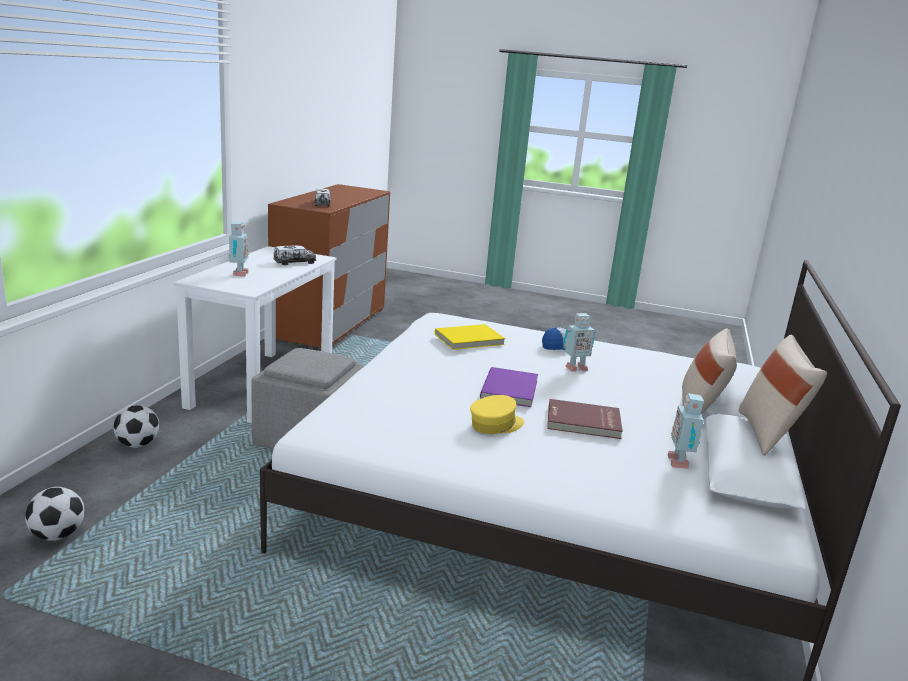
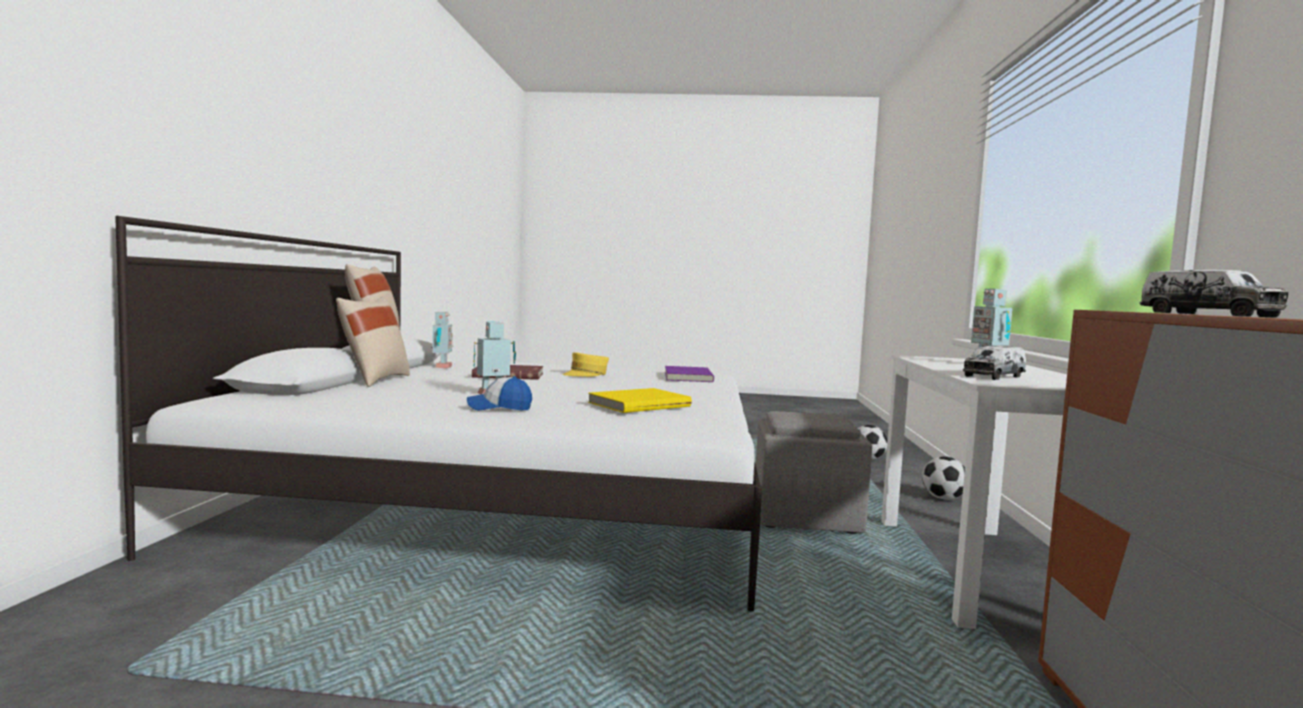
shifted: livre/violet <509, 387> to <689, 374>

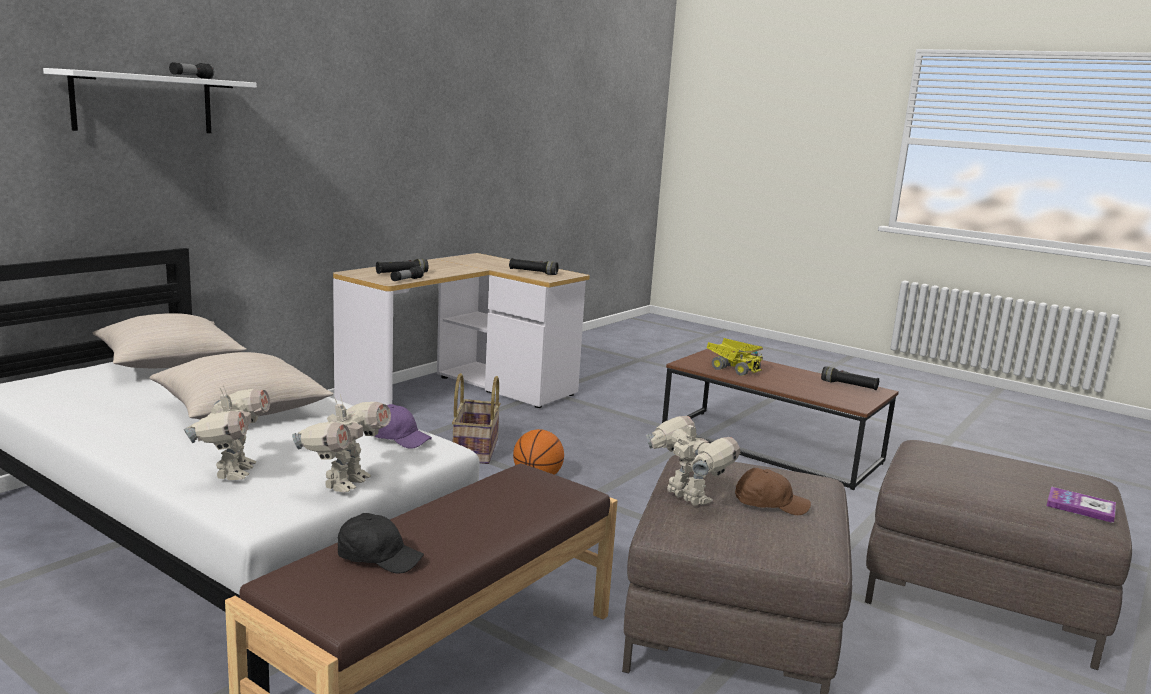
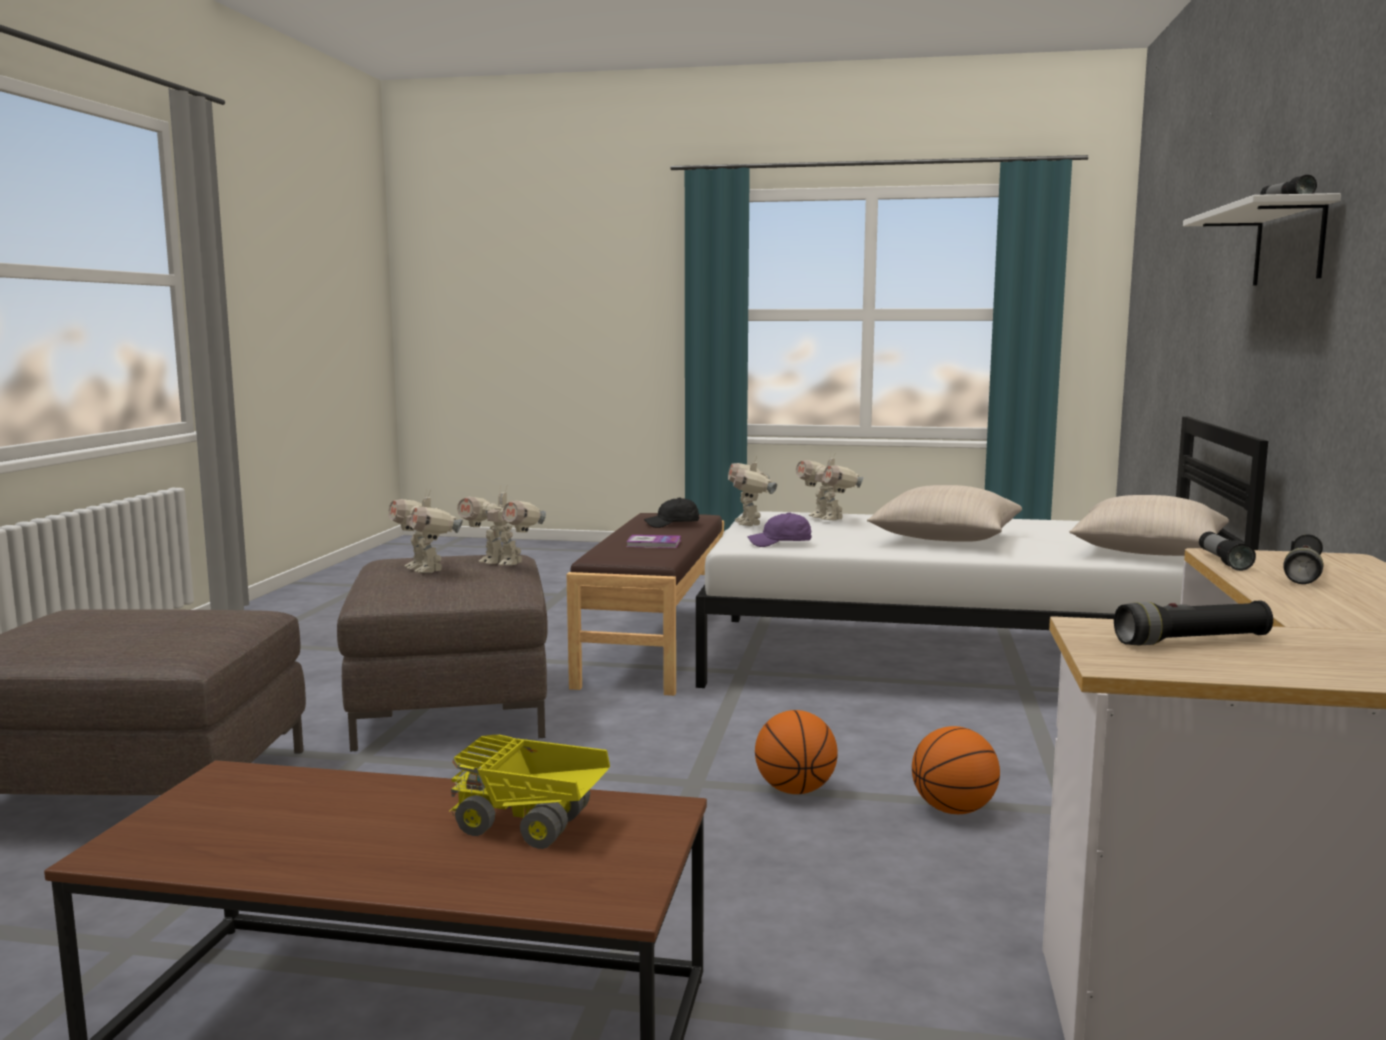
gone: lampe de poche/noir <850, 378>
shifted: livre <1081, 505> to <653, 541>
swapped: panier <476, 418> to ballon de basket <956, 770>; casquette/marron <773, 491> to robot jouet <425, 531>

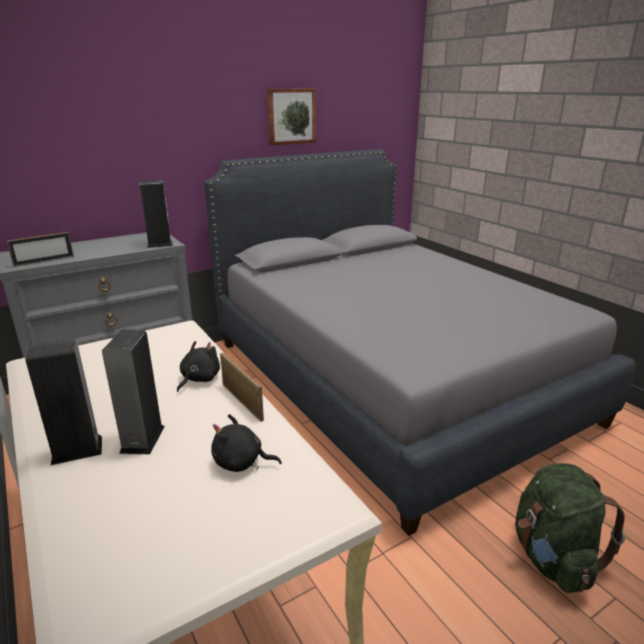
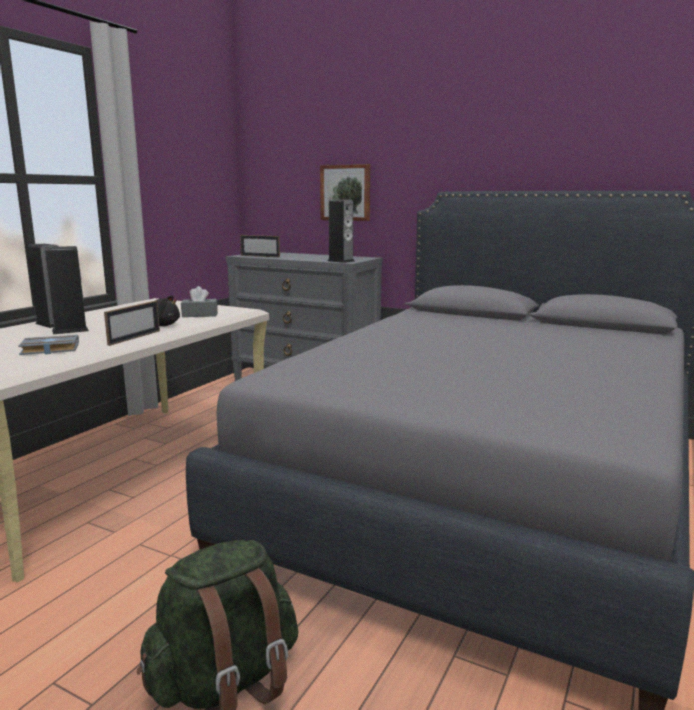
new: boîte à mouchoirs/gris <199, 301>
shifted: tableau <291, 117> to <345, 192>
swapped: peluche/noir <246, 443> to livre/gris <48, 345>

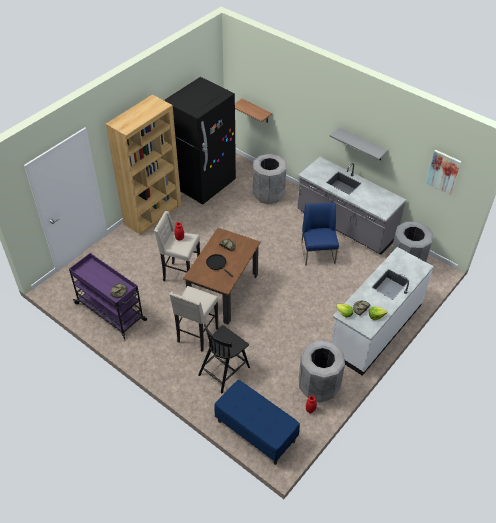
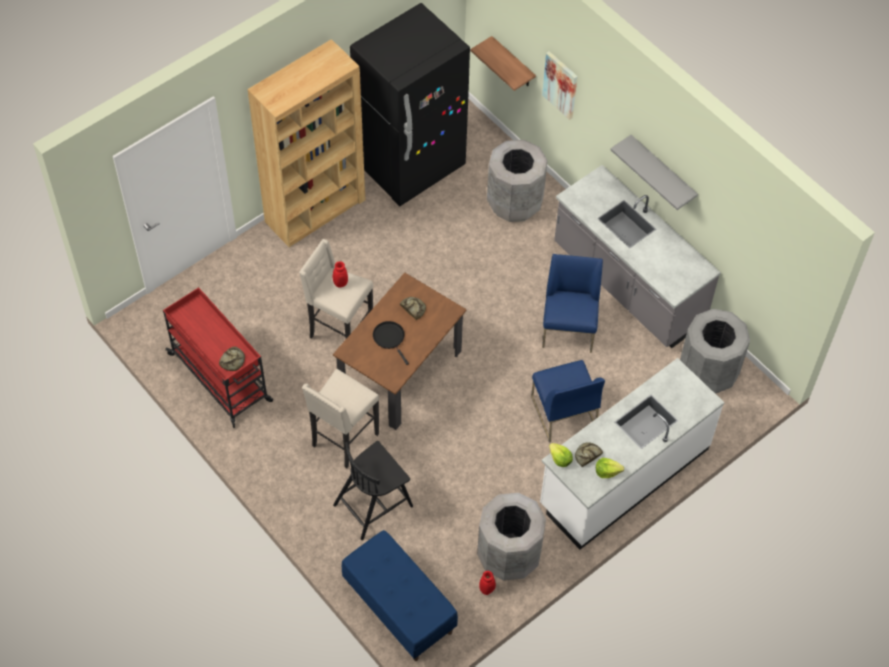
new: chaise/bleu <568, 401>
shifted: tableau <443, 172> to <560, 85>
repainted: chariot/violet <108, 296> to chariot/rouge <218, 357>

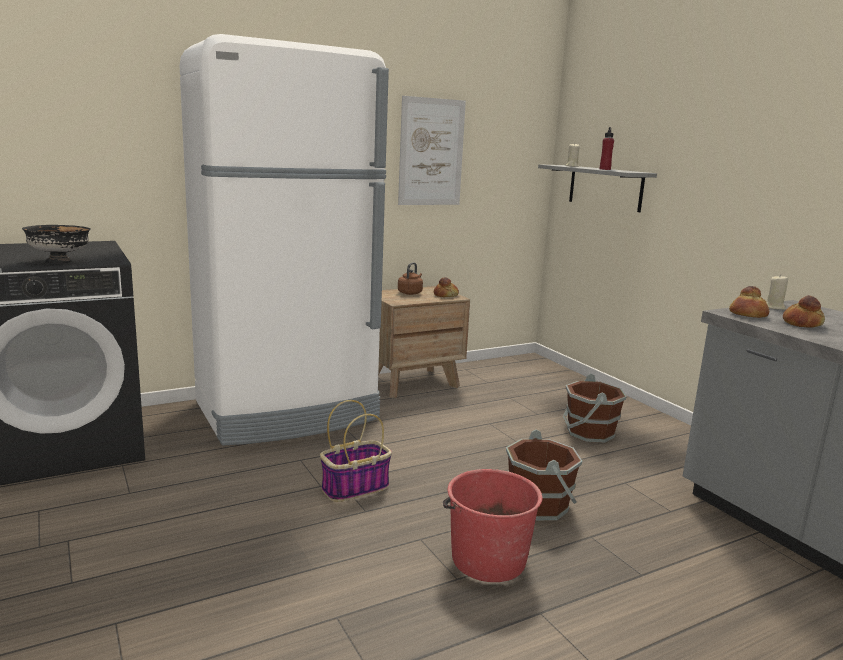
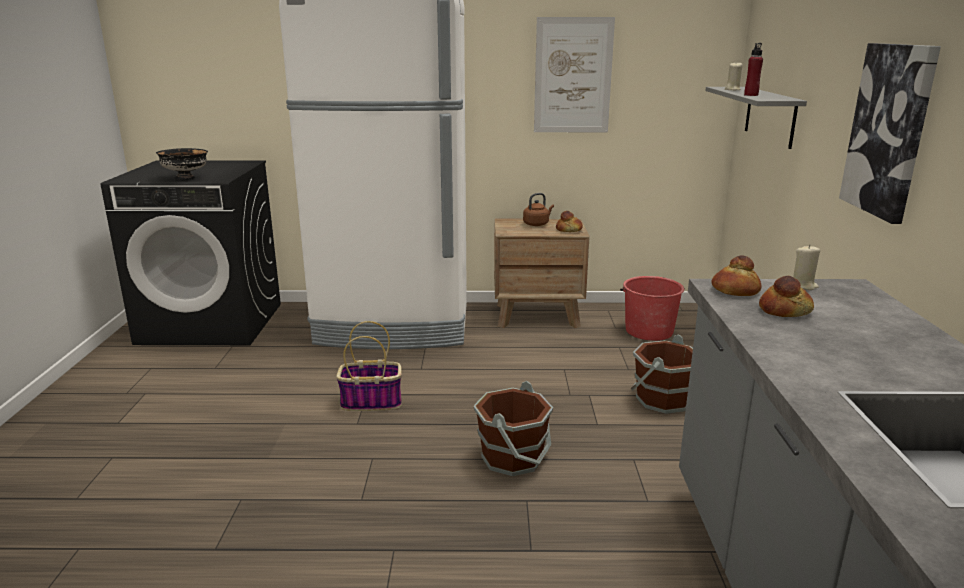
new: tableau <890, 133>
shifted: seau/rouge <492, 525> to <652, 308>

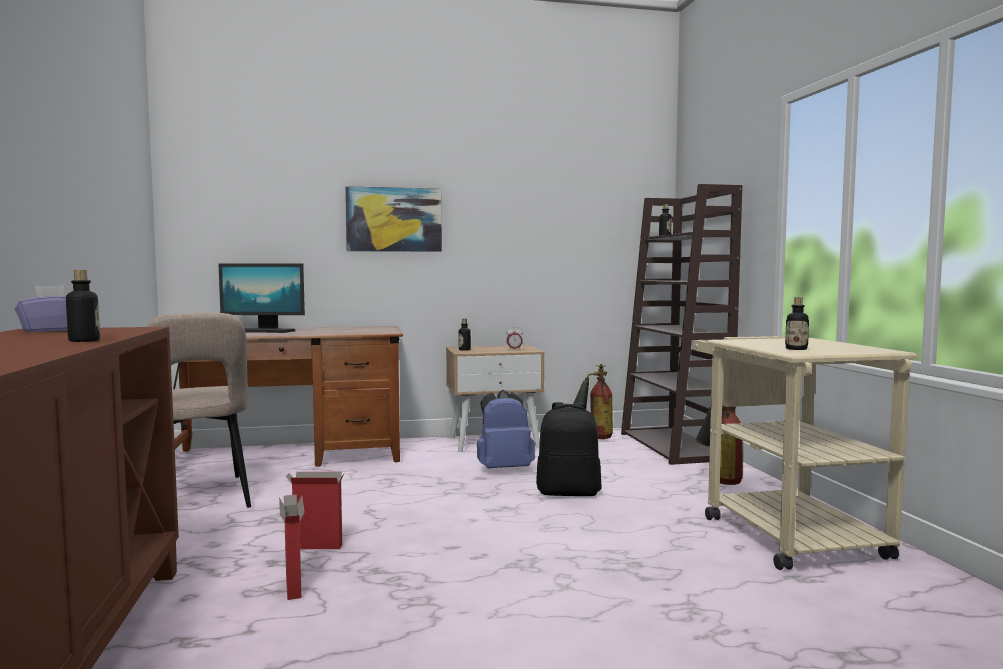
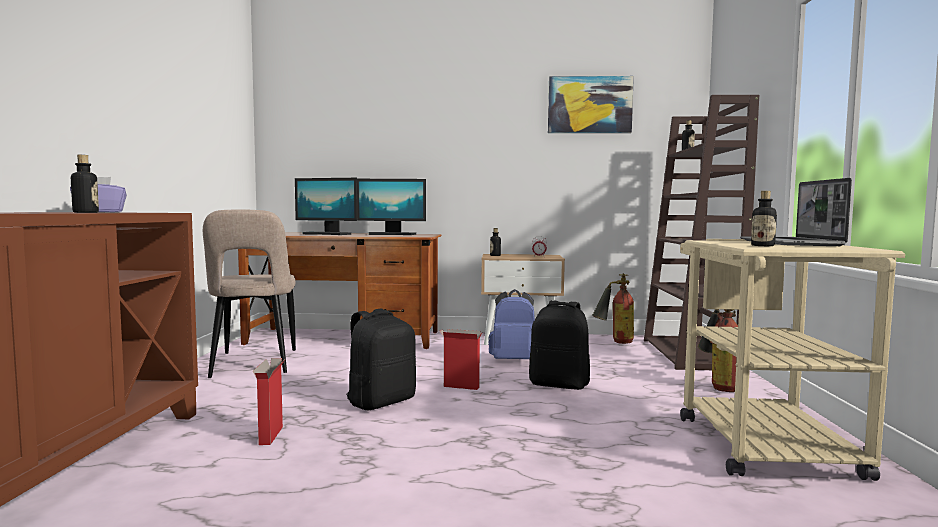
new: sac à dos/noir <381, 359>; écran d'ordinateur <391, 207>; ordinateur portable <796, 212>
shifted: carton <315, 510> to <461, 359>; tableau <393, 219> to <591, 104>

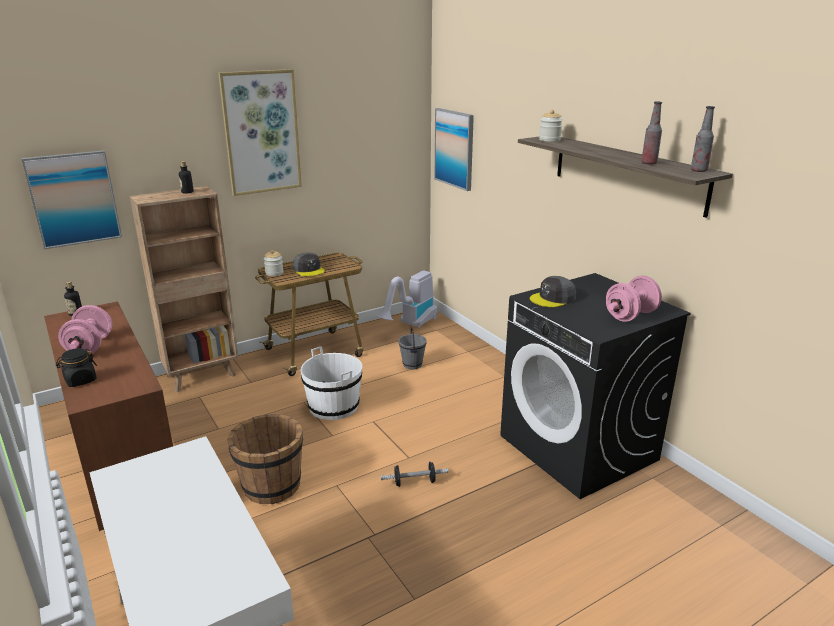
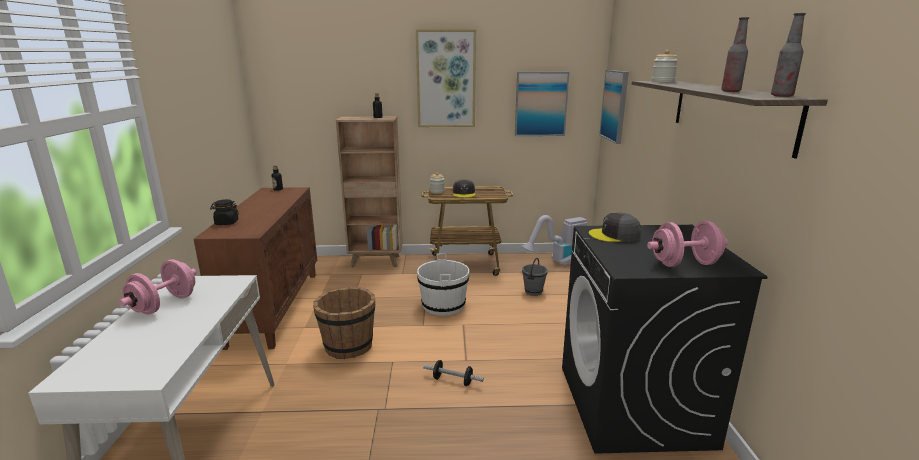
shifted: tableau <71, 199> to <542, 104>; haltère/rose <85, 329> to <157, 287>

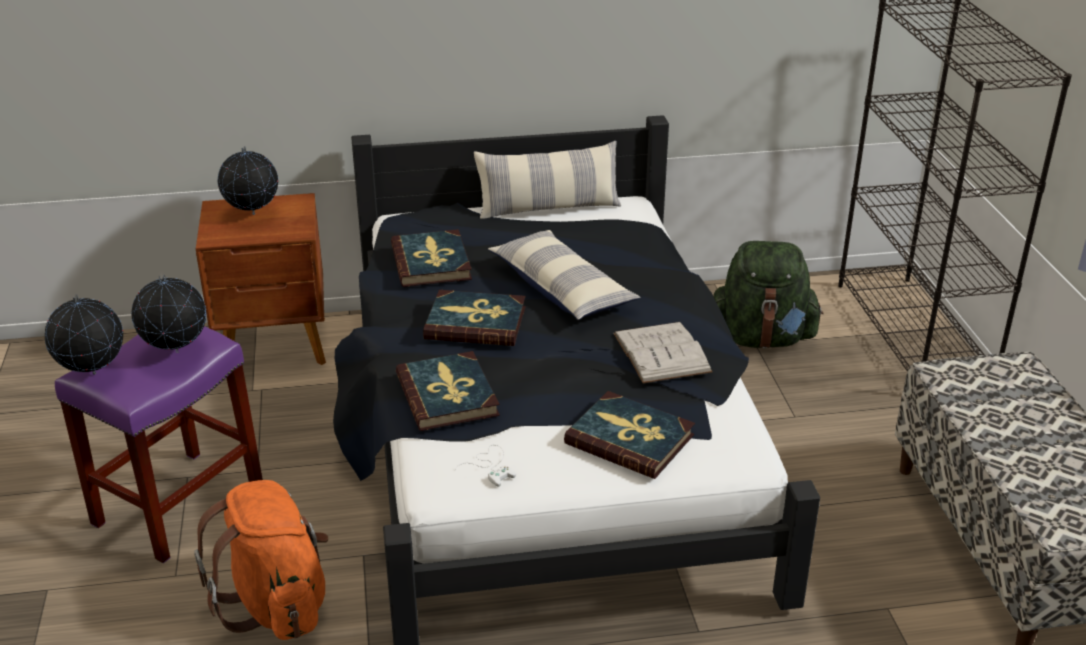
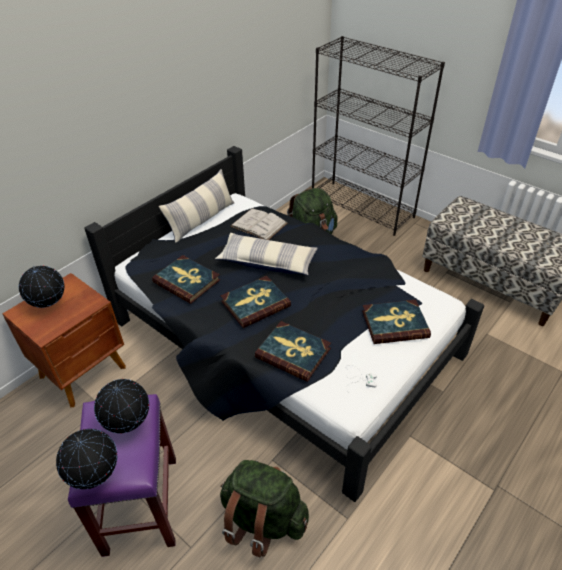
shifted: livre/blanc <663, 352> to <259, 224>
repainted: sac à dos/orange <261, 560> to sac à dos/vert <264, 508>

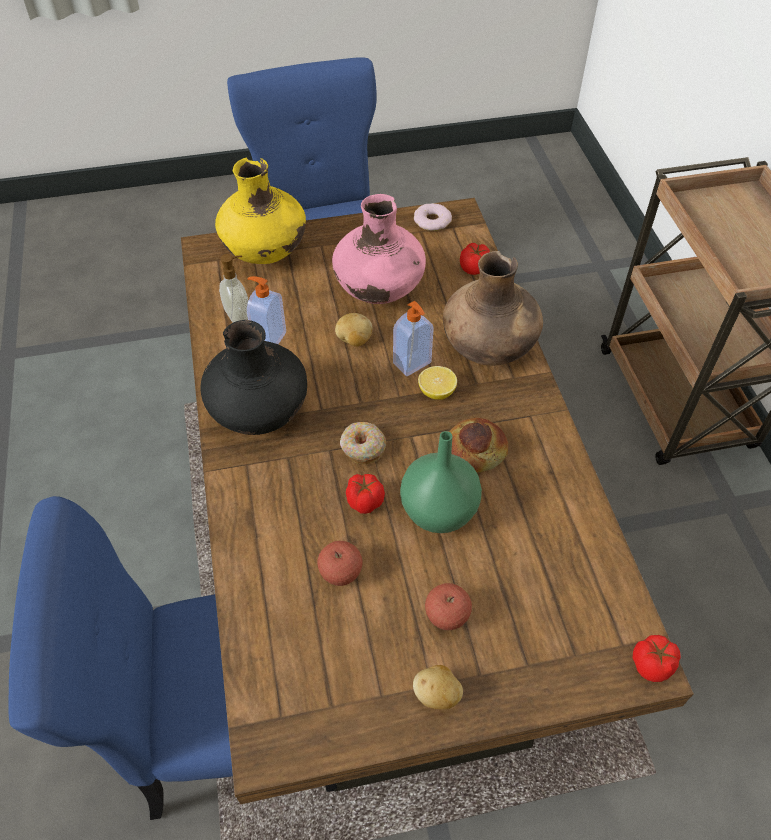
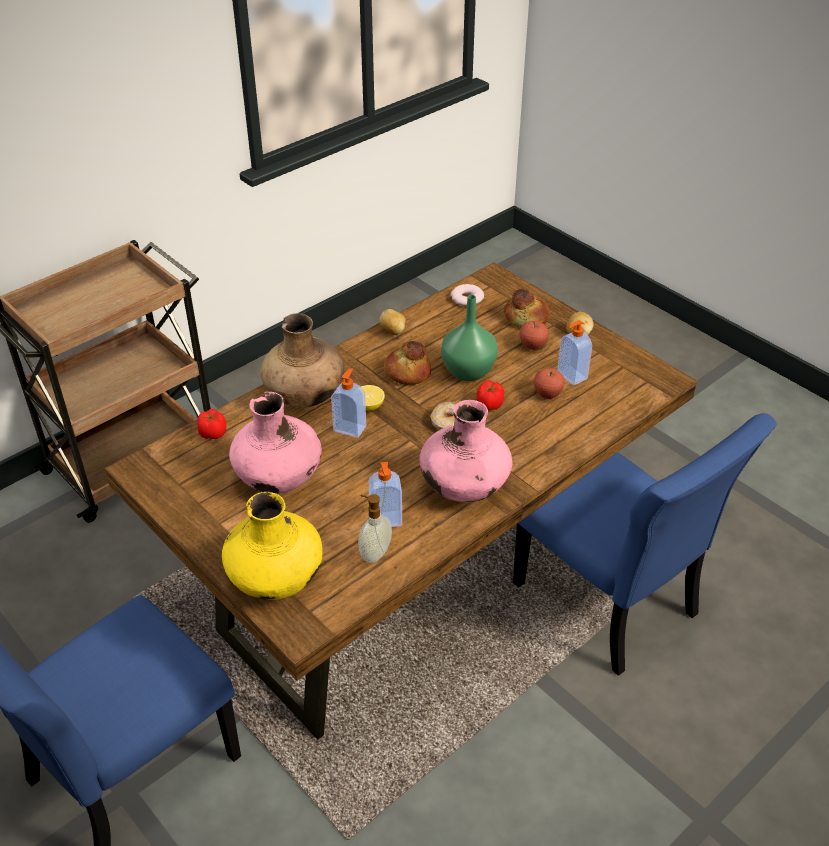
gone: tomate <657, 658>
new: pain <526, 308>; distributeur de savon <574, 352>
shifted: pomme de terre <353, 330> to <393, 322>; beignet <433, 217> to <467, 295>
repainted: vase/noir <253, 377> to vase/rose <466, 451>

